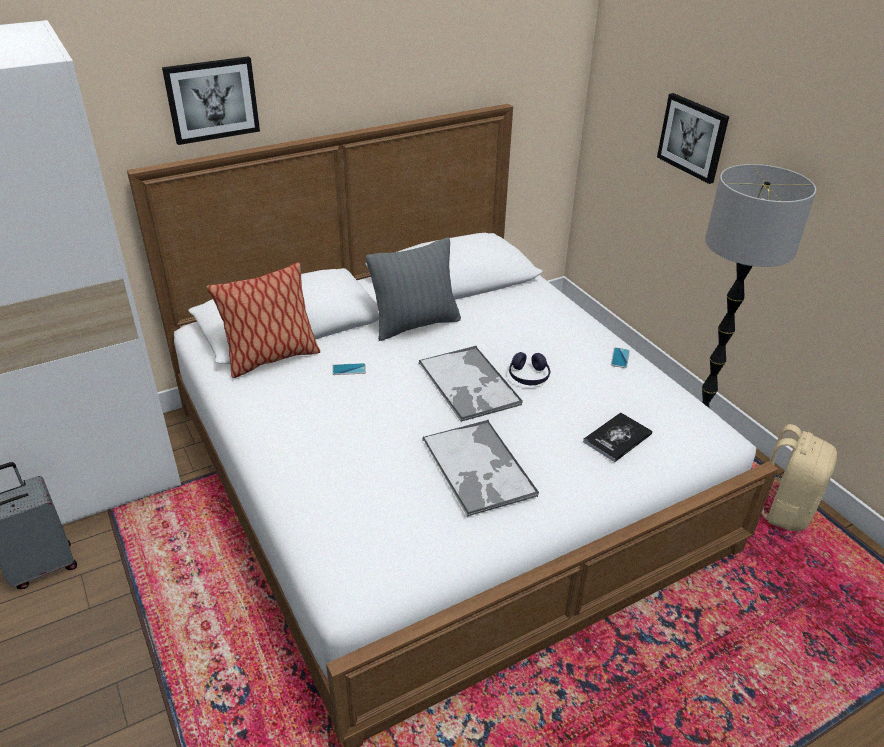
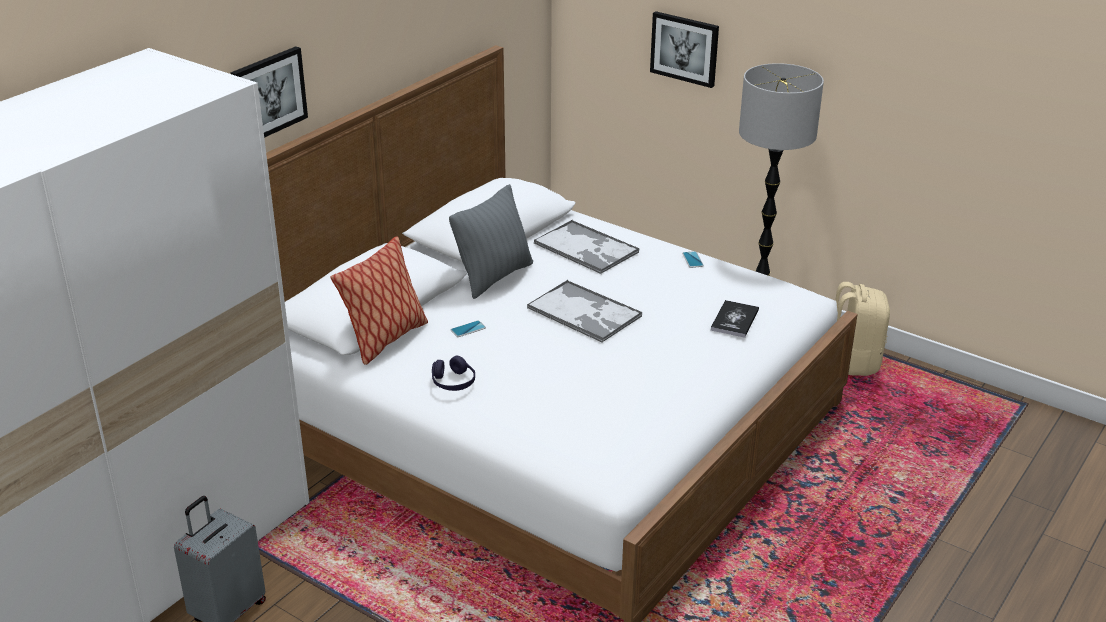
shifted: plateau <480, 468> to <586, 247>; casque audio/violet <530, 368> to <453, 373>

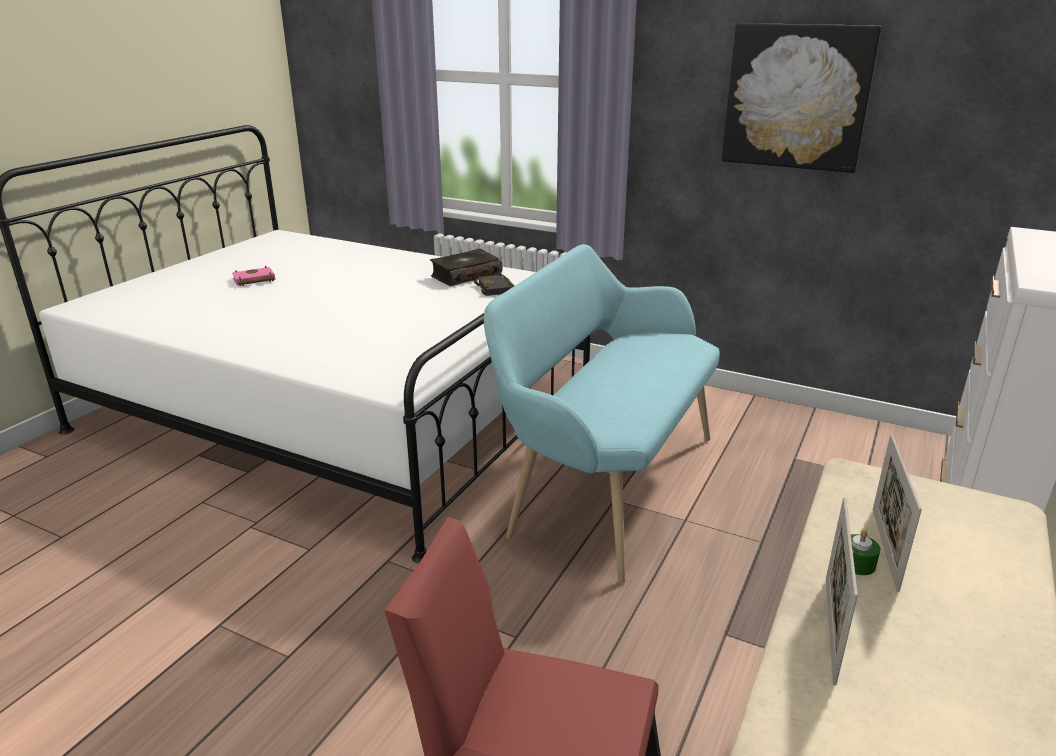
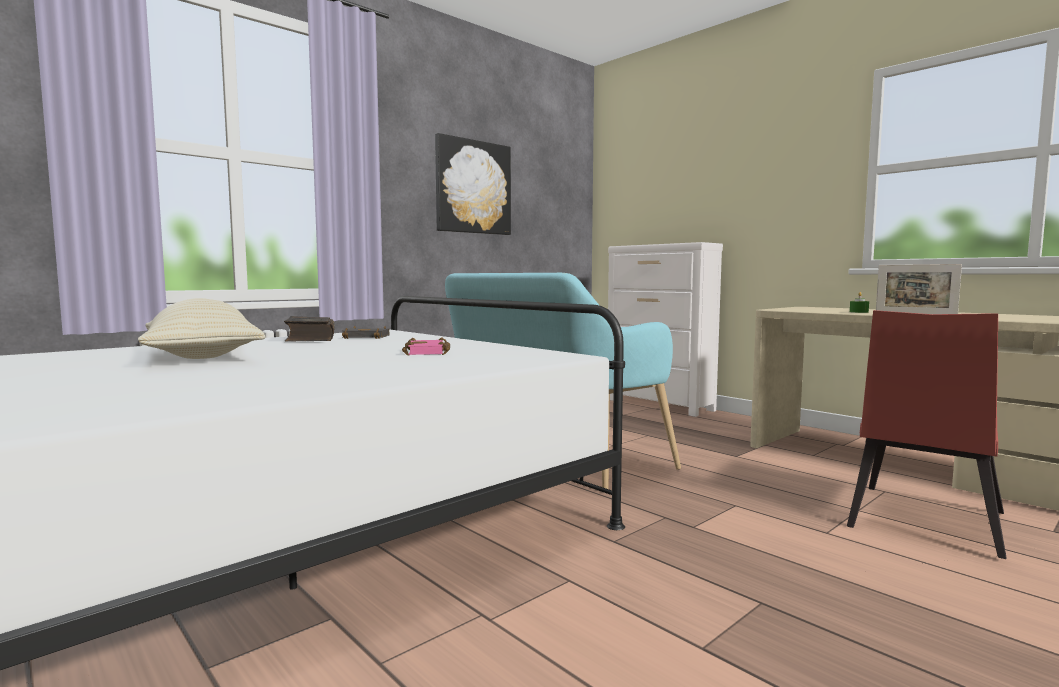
gone: cadre photo <897, 513>
new: coussin/beige <202, 328>
shifted: livre/rose <253, 276> to <426, 346>

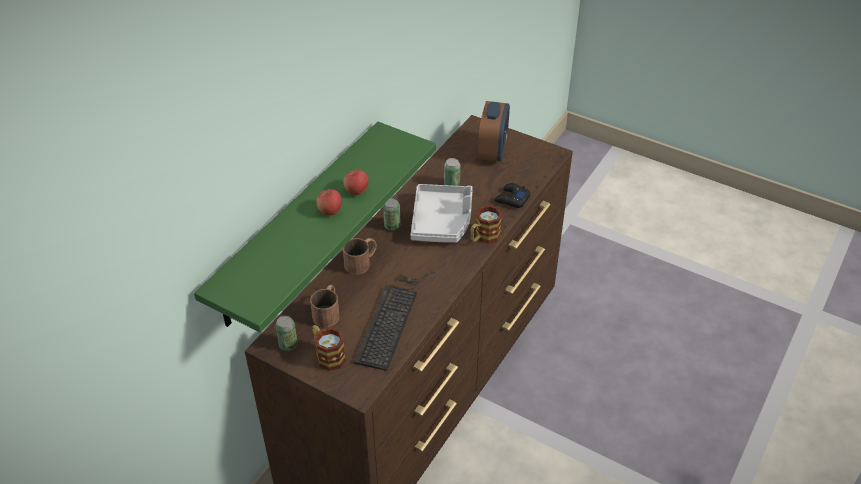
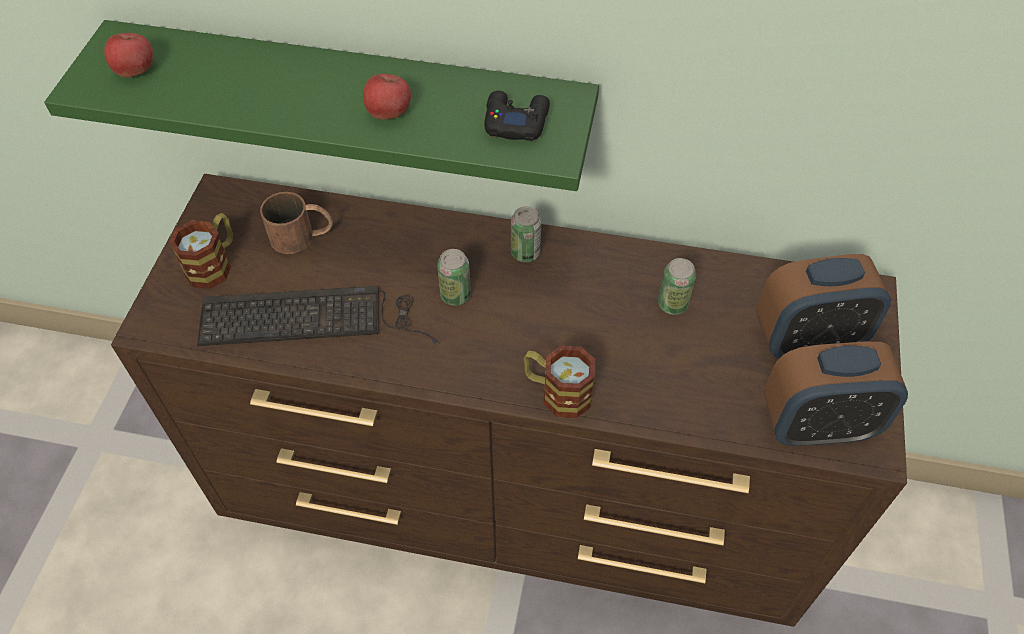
gone: mug/marron <360, 256>; plateau/gris <442, 213>
new: réveil <836, 394>
shifted: boîte métallique <286, 333> to <454, 277>; pomme <329, 202> to <129, 55>; manette/noir <513, 195> to <517, 116>

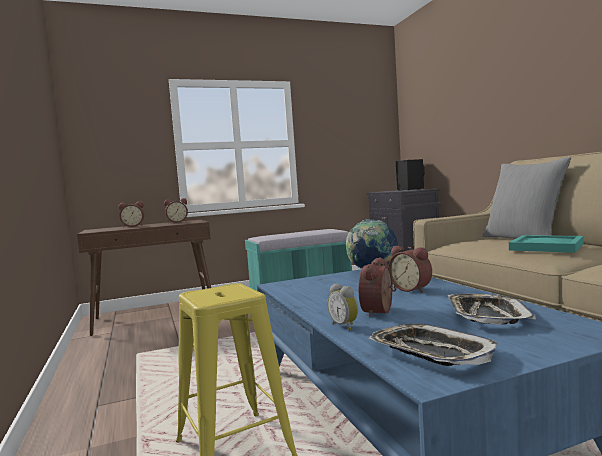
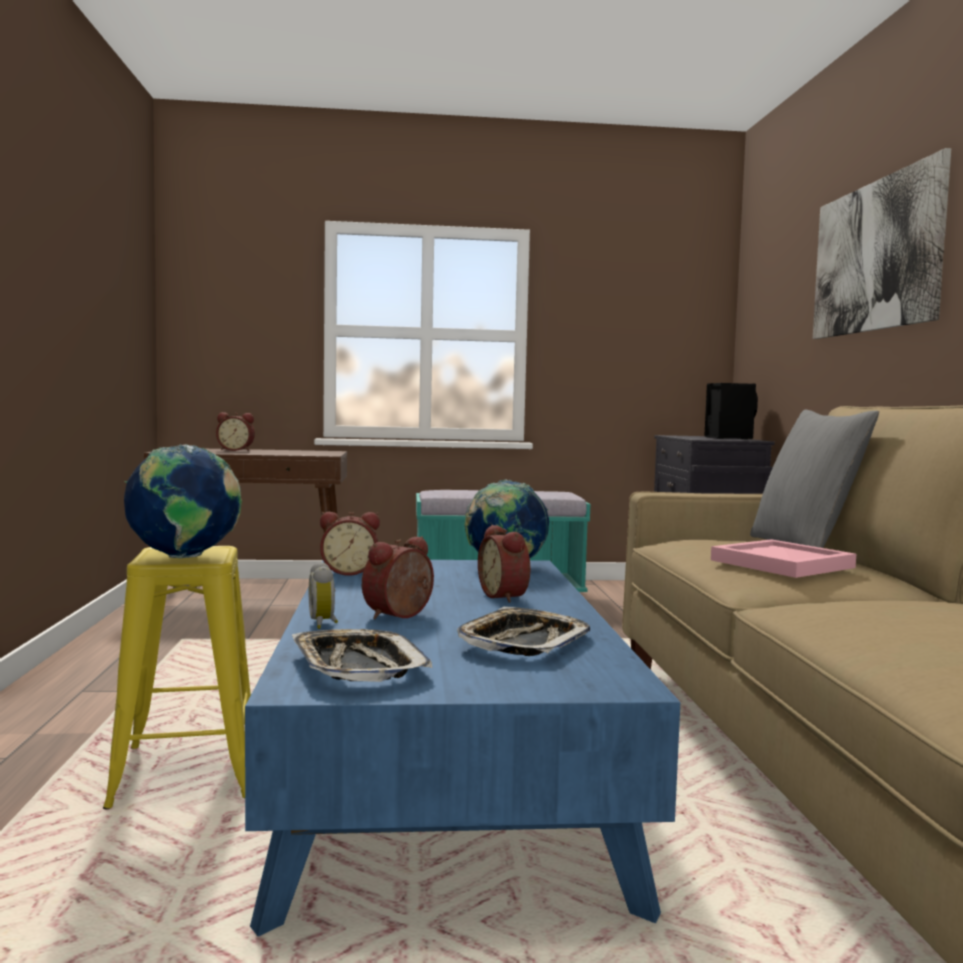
new: globe <183, 501>; tableau <882, 243>
shifted: réveil <176, 210> to <350, 544>
repainted: plateau/turquoise <546, 244> to plateau/rose <783, 558>

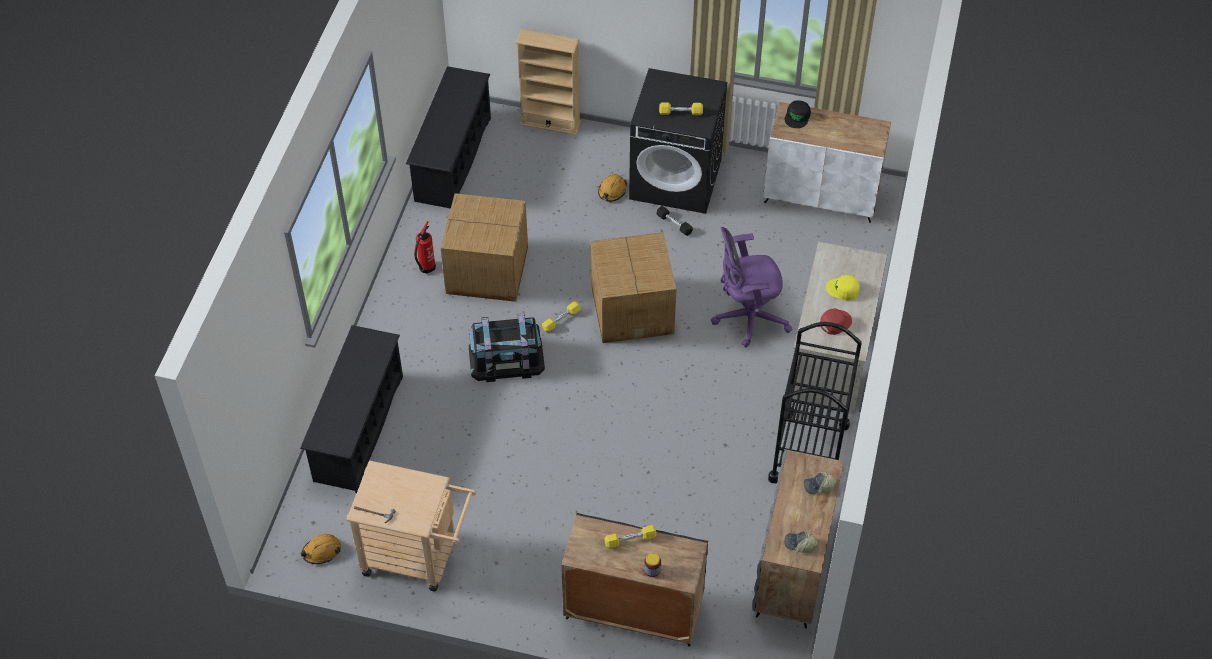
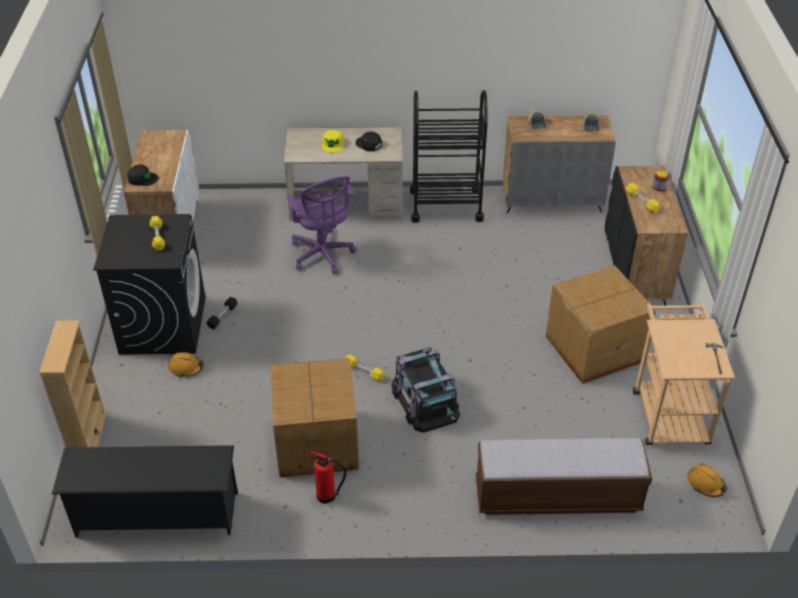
shifted: carton <634, 287> to <601, 324>
swapped: étagère à chaussures/noir <351, 409> to banc <564, 476>
repainted: casquette/rouge <836, 321> to casquette/noir <368, 141>

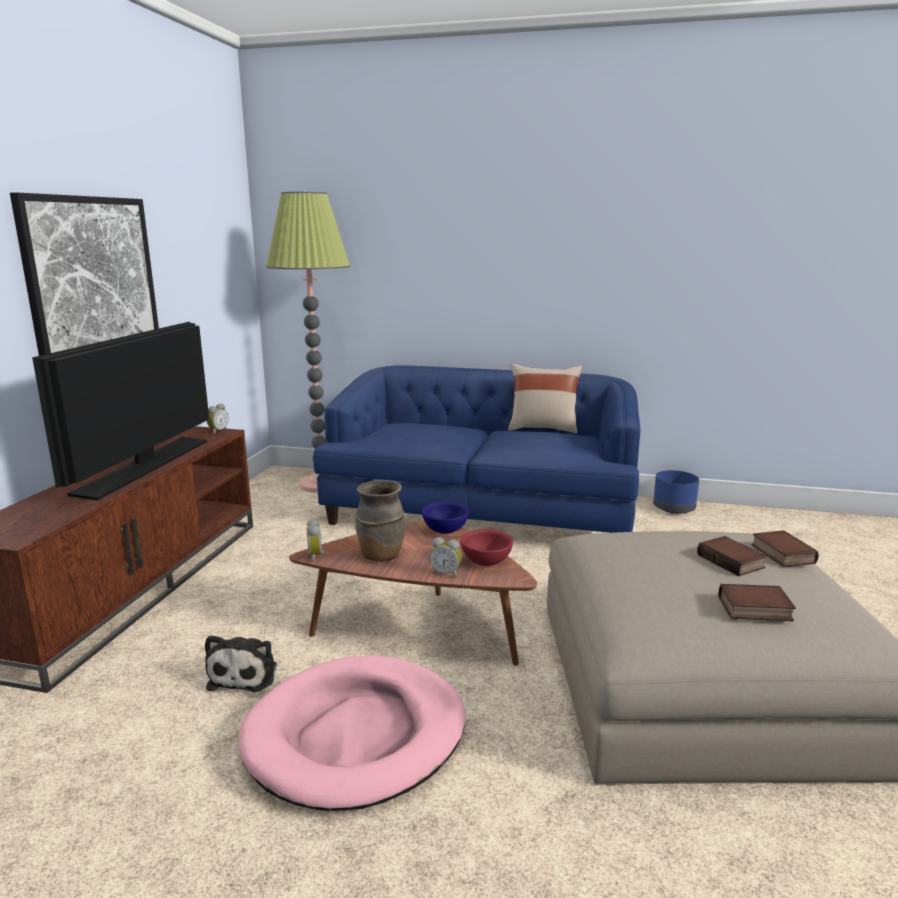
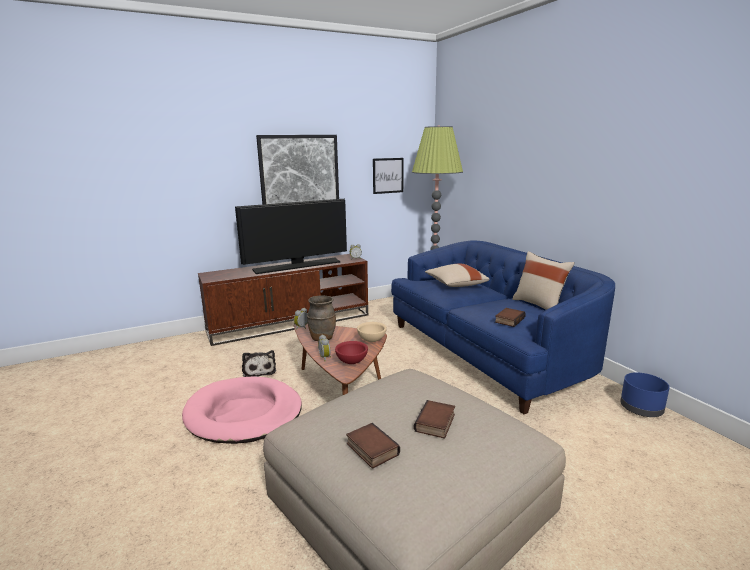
new: tableau <388, 176>; coussin/beige <457, 275>
shifted: livre <785, 548> to <510, 317>
repainted: bol/bleu <445, 517> to bol/beige <372, 332>
rotated: peluche <241, 663> = <259, 363> 75 degrees counterclockwise

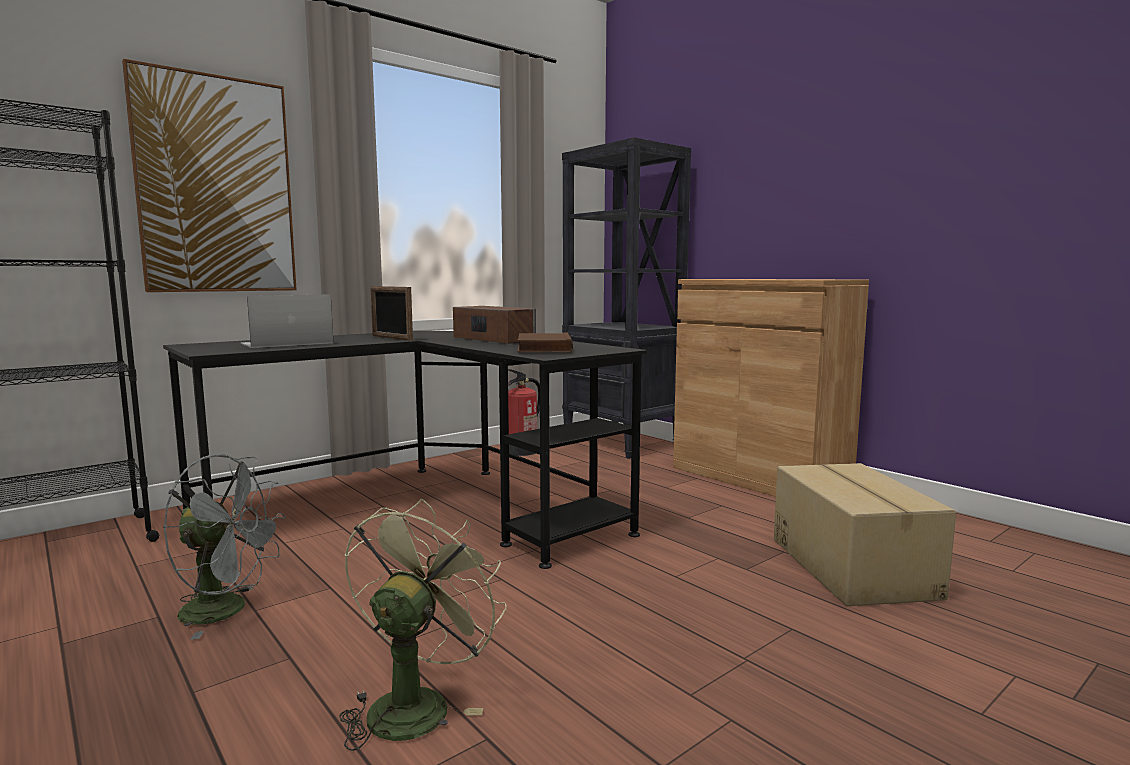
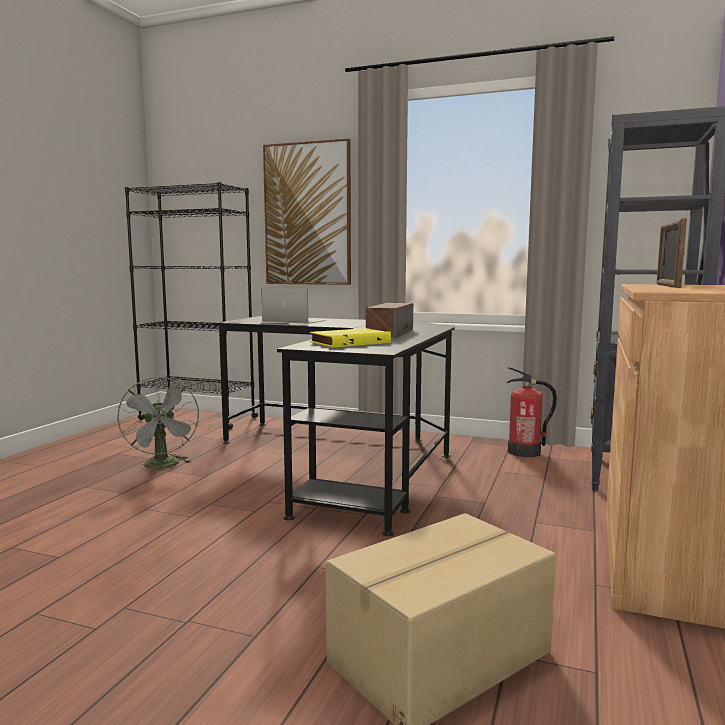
gone: ventilateur/vert <423, 625>
shifted: cadre photo <391, 313> to <672, 253>
repainted: livre/marron <545, 342> to livre/jaune <350, 338>

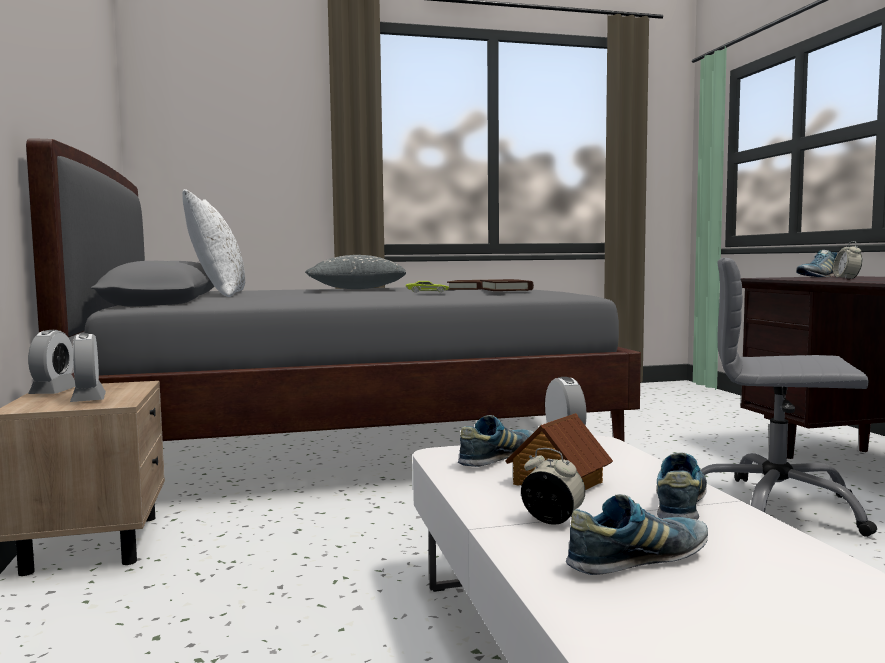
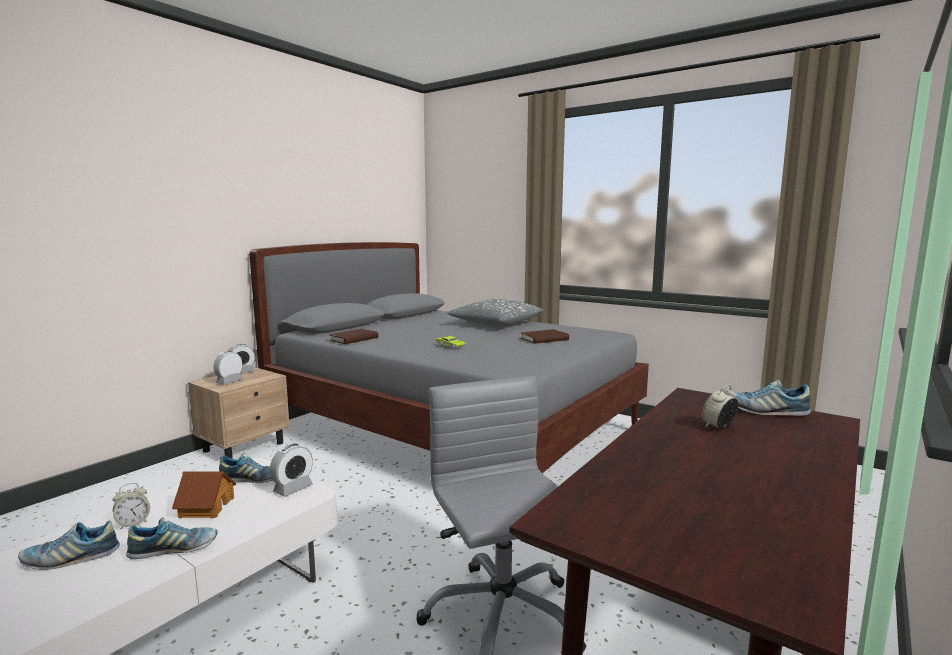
gone: coussin/blanc <213, 243>
shifted: livre/marron <507, 285> to <353, 336>
rotated: réveil <553, 486> = <131, 506> 60 degrees clockwise; chaussure <637, 534> = <69, 545> 135 degrees clockwise

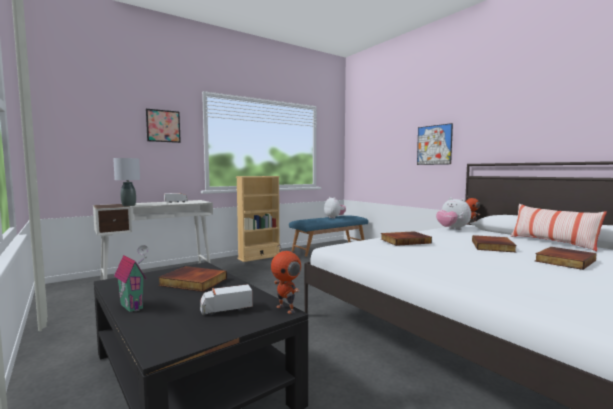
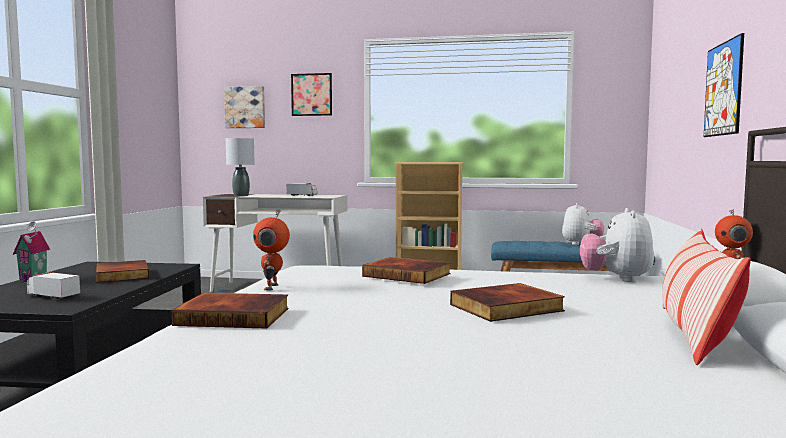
new: tableau <244, 107>
shifted: robot jouet <286, 279> to <271, 250>; livre <565, 258> to <230, 311>

